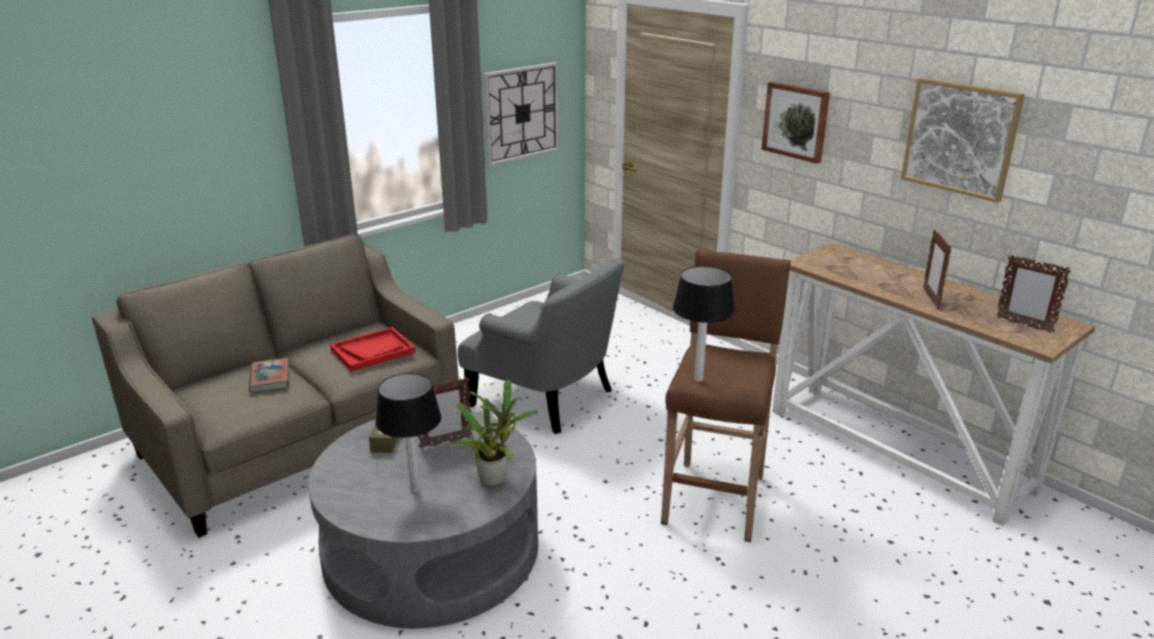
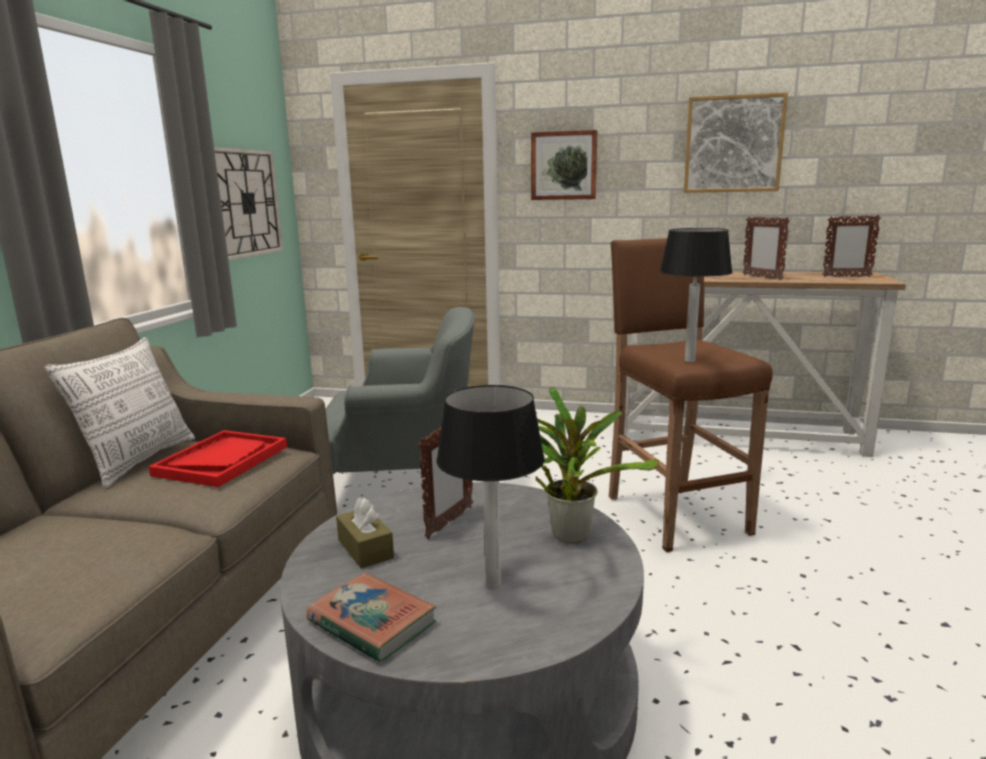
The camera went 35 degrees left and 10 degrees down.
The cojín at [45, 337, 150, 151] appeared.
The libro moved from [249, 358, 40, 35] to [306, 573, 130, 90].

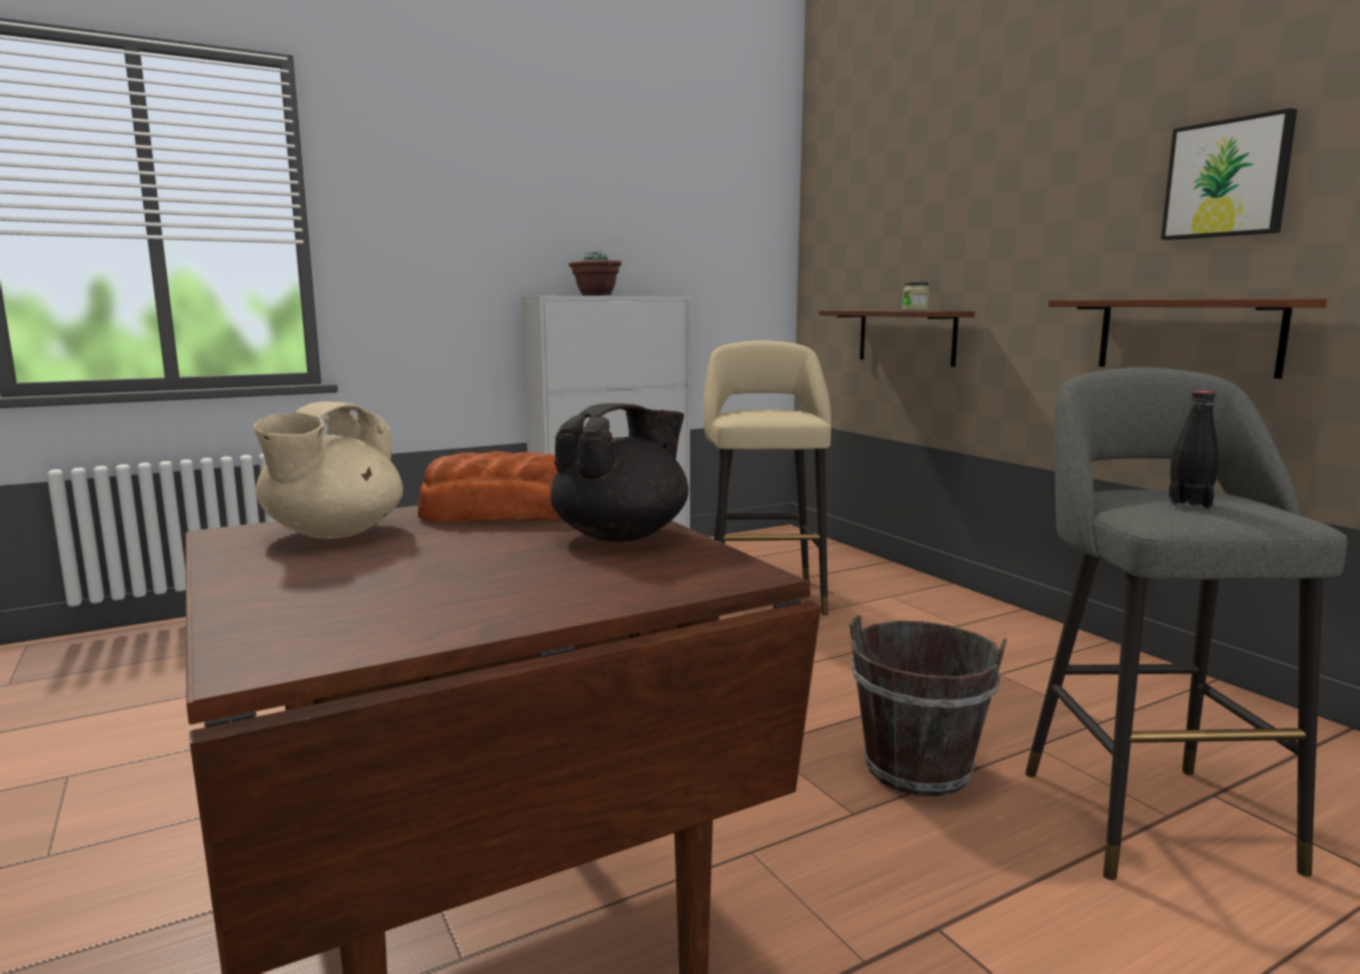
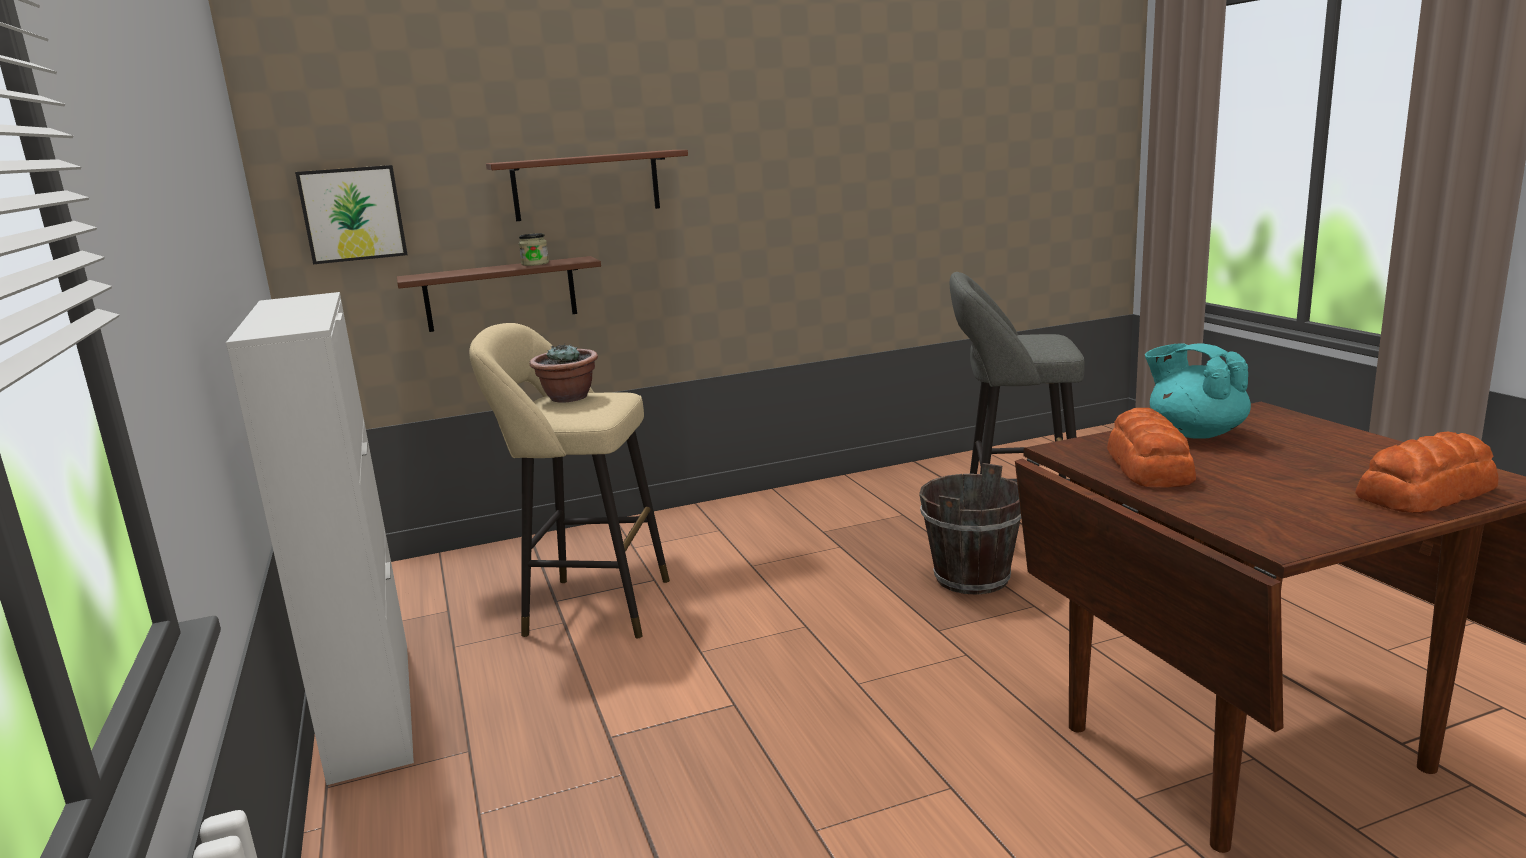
The camera went 80 degrees left and 5 degrees up.
The cuadro moved from [1161, 108, 136, 132] to [295, 165, 112, 99].
The estante (marrón) moved from [1048, 299, 279, 80] to [486, 150, 202, 71].
The planta en maceta moved from [569, 252, 53, 44] to [529, 344, 69, 59].
The tetera (negro) at [550, 403, 139, 139] became the tetera (turquesa) at [1145, 344, 106, 95].
The pan at [1355, 431, 144, 83] appeared.
The tetera (beis) at [254, 401, 149, 138] disappeared.
The botella (negro) at [1169, 391, 50, 118] disappeared.

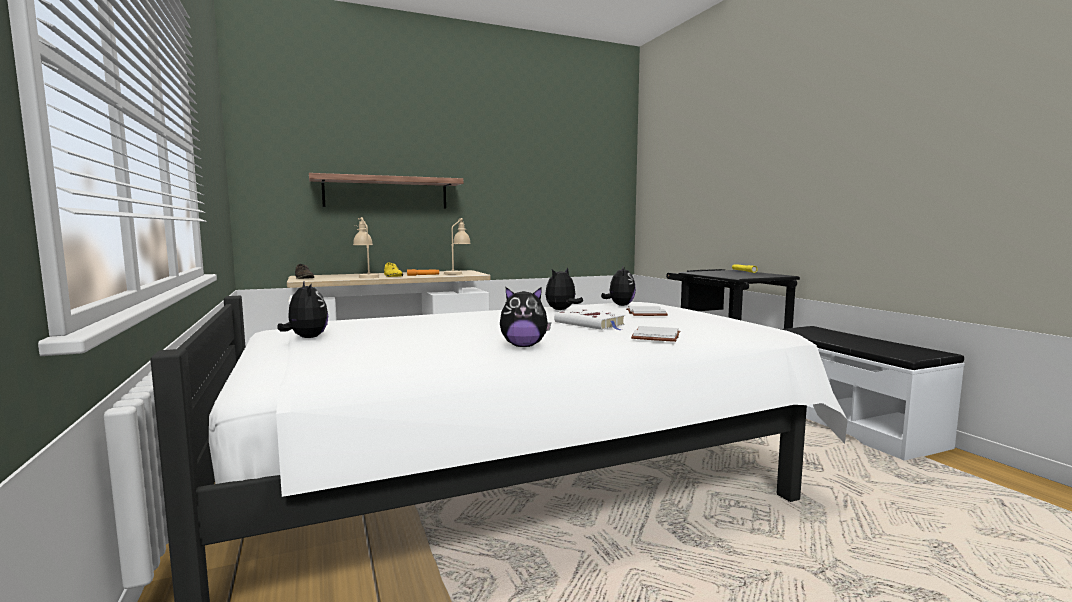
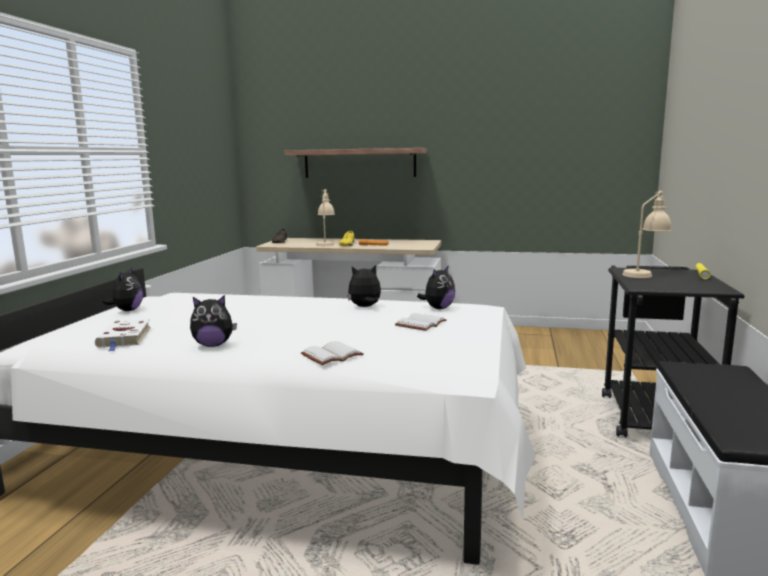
The camera went 35 degrees right and 5 degrees up.
The libro (blanco) moved from [554, 309, 71, 21] to [95, 319, 56, 32].
The peluche at [500, 287, 51, 60] turned 45 degrees counterclockwise.
The lámpara de mesa (beis) moved from [444, 218, 27, 57] to [622, 191, 50, 87].

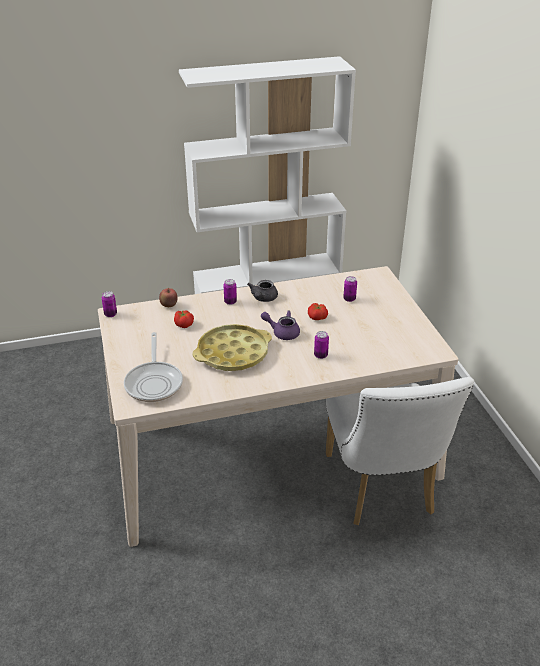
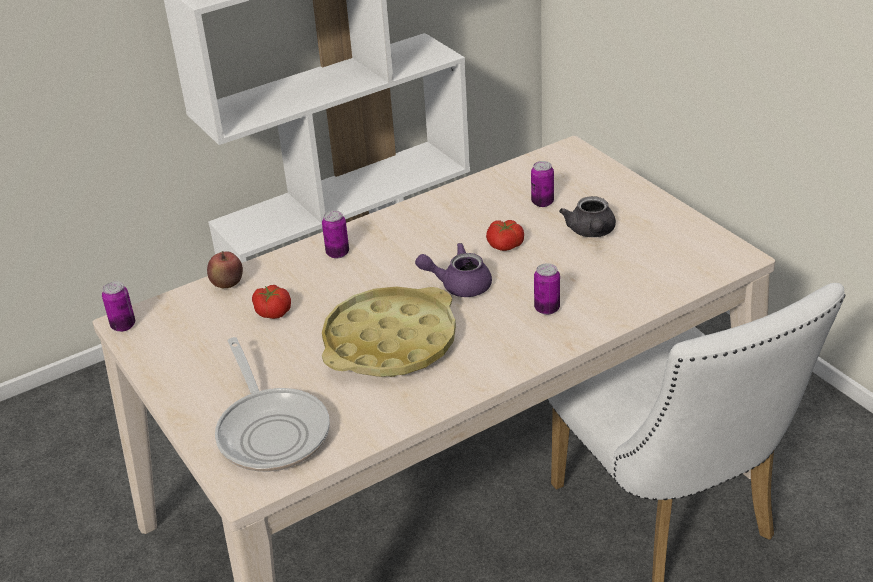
The camera went 15 degrees left and 0 degrees up.
The tetera (gris) moved from [247, 280, 31, 22] to [559, 196, 57, 41].

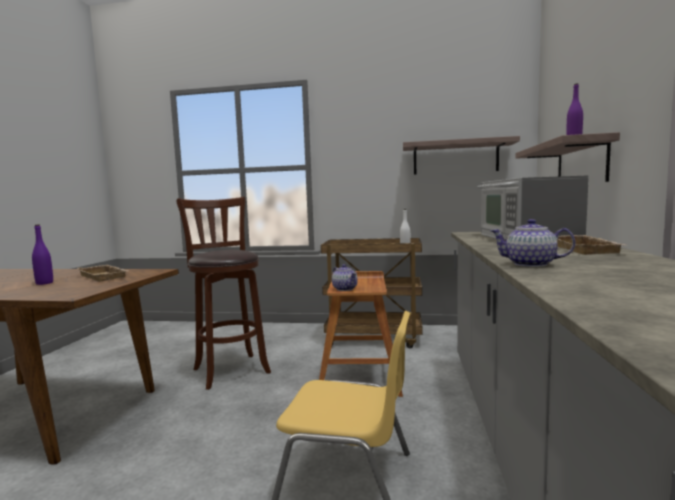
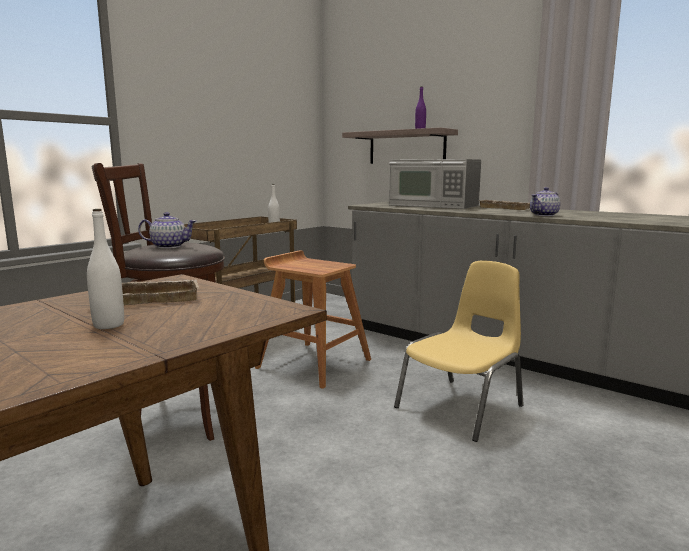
The camera went 60 degrees left and 5 degrees up.
The botella (morado) at [32, 225, 21, 60] became the botella (blanco) at [87, 209, 37, 120].
The tetera moved from [332, 264, 26, 27] to [138, 212, 58, 37].
The estante at [403, 136, 117, 39] disappeared.

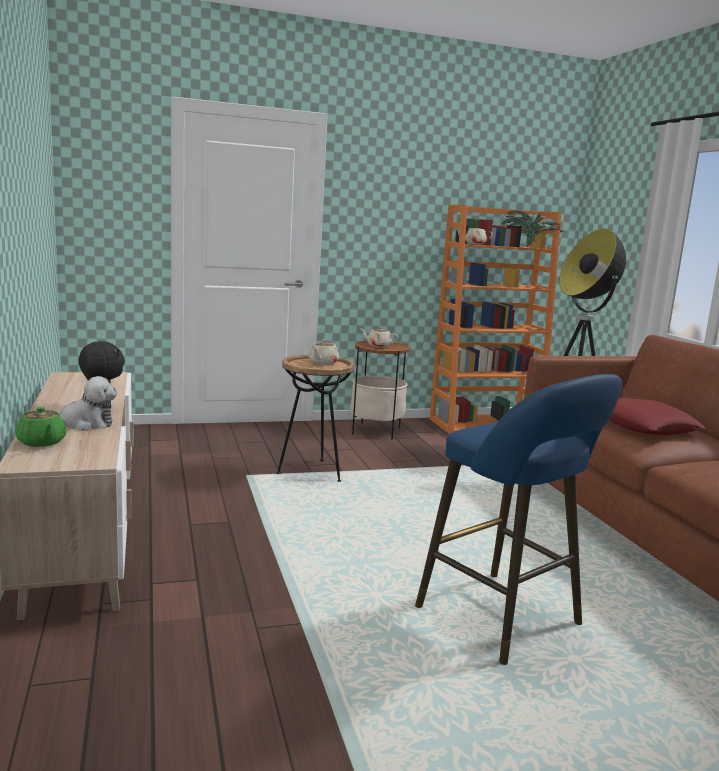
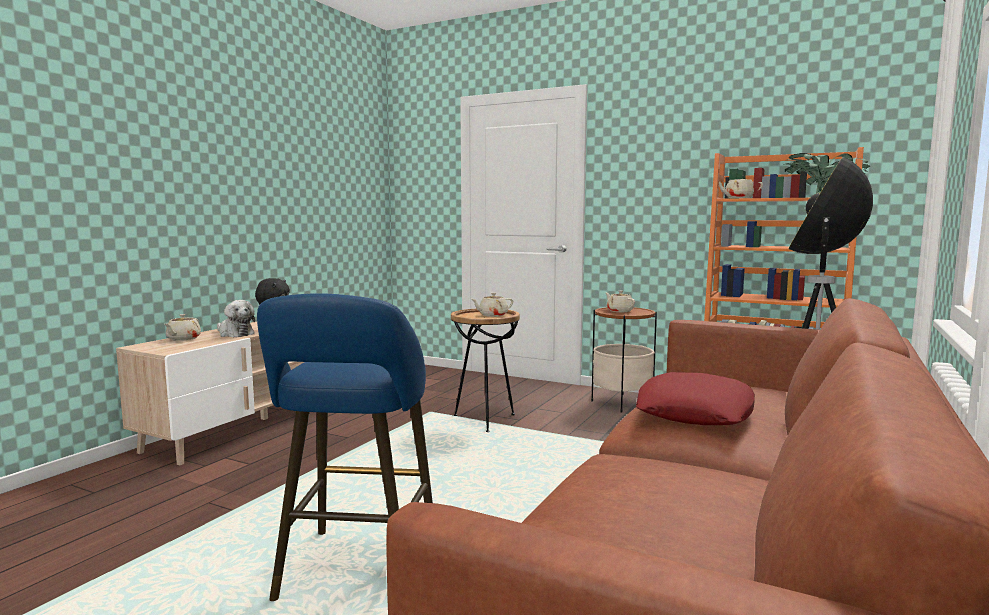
The camera went 45 degrees right and 5 degrees down.
The tetera (verde) at [16, 407, 50, 40] became the tetera (beis) at [165, 314, 36, 27].

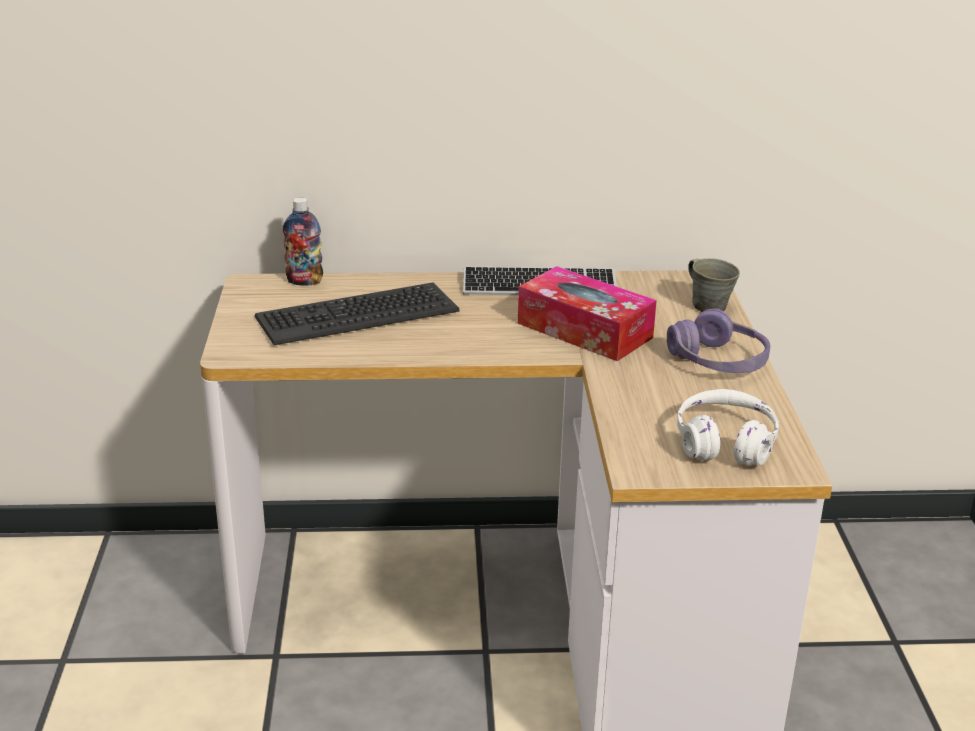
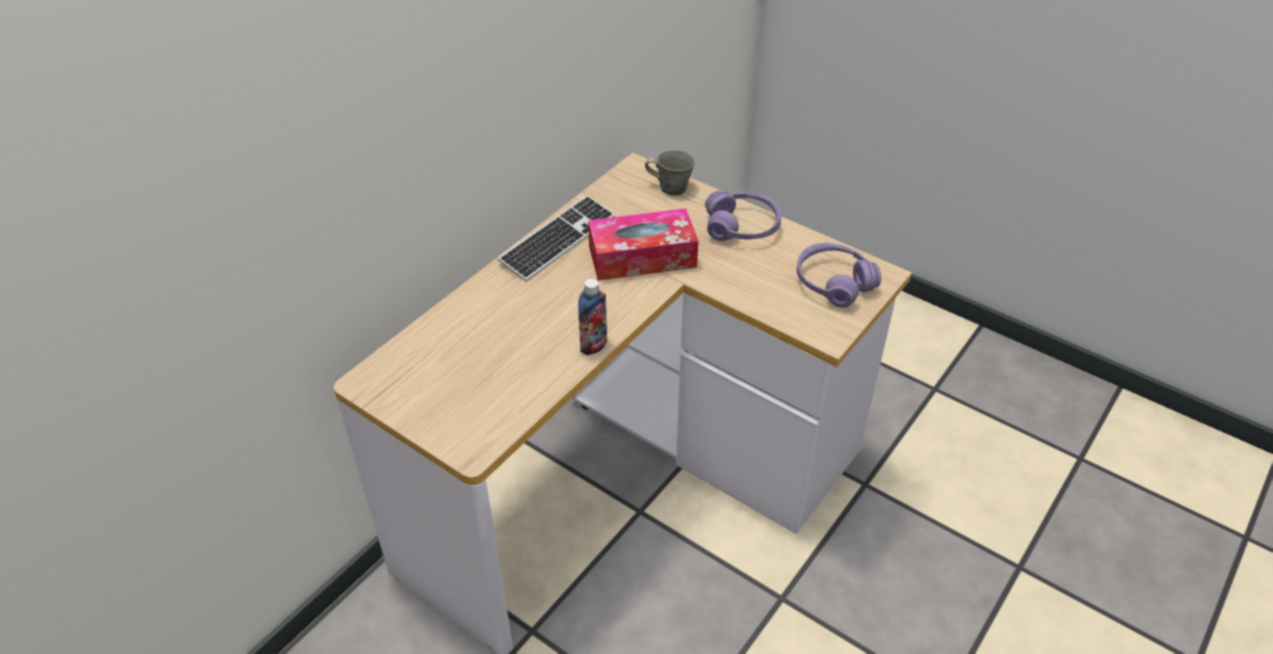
The camera went 50 degrees left and 15 degrees up.
The botella moved from [283, 198, 40, 88] to [578, 279, 29, 76].
The auriculares (blanco) at [677, 389, 102, 77] became the auriculares (morado) at [797, 243, 84, 65].
The teclado at [255, 282, 205, 63] disappeared.

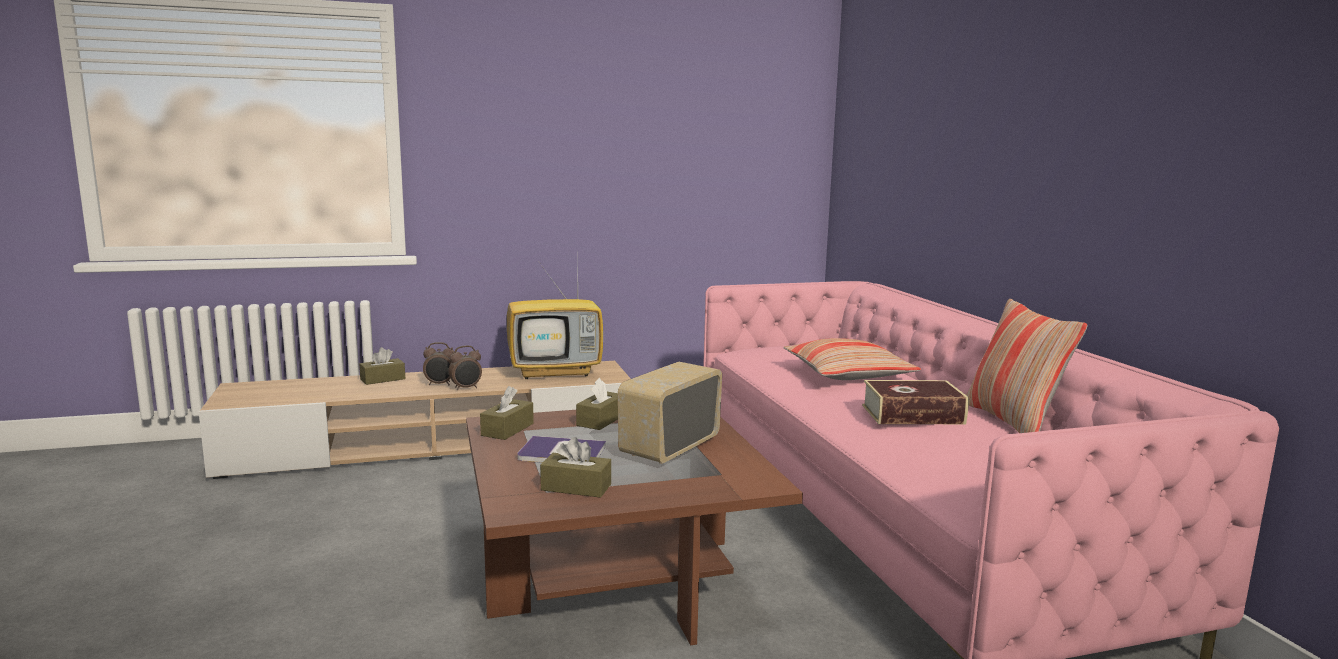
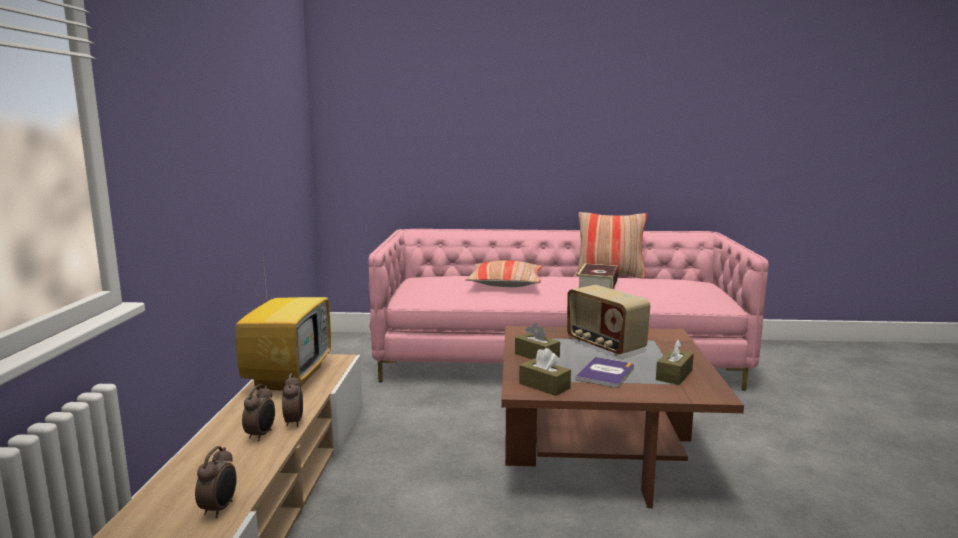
The camera went 70 degrees left and 0 degrees up.
The despertador at [195, 446, 42, 72] appeared.
The caja de pañuelos (marrón) at [359, 347, 46, 38] disappeared.

